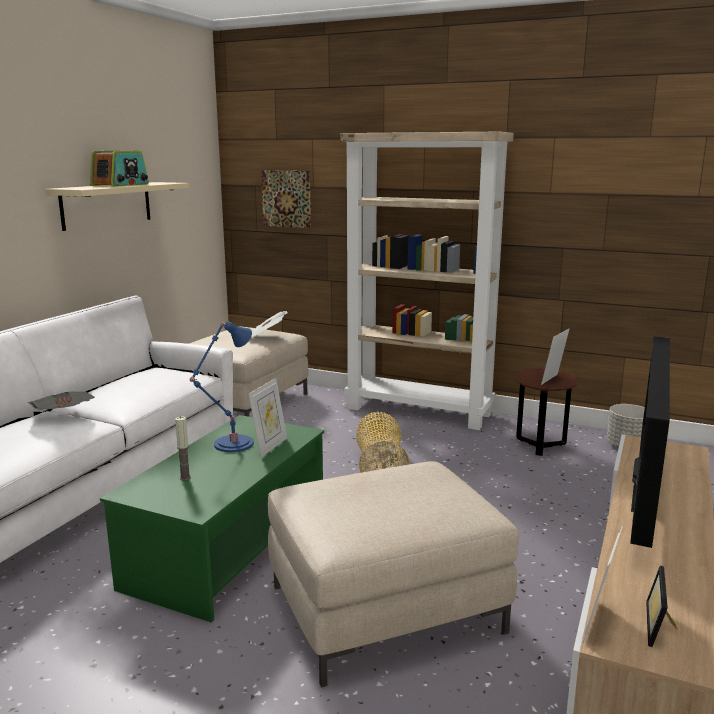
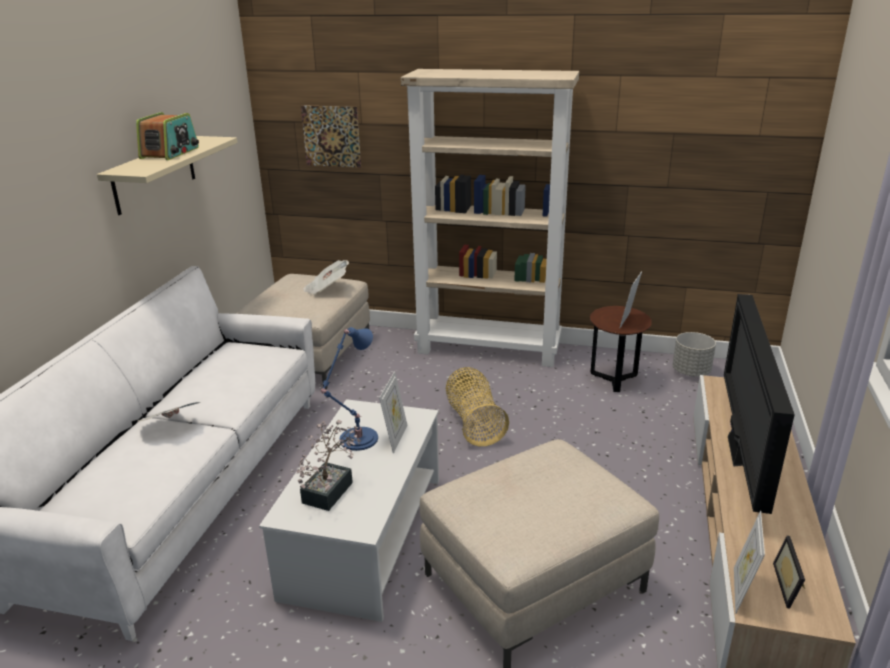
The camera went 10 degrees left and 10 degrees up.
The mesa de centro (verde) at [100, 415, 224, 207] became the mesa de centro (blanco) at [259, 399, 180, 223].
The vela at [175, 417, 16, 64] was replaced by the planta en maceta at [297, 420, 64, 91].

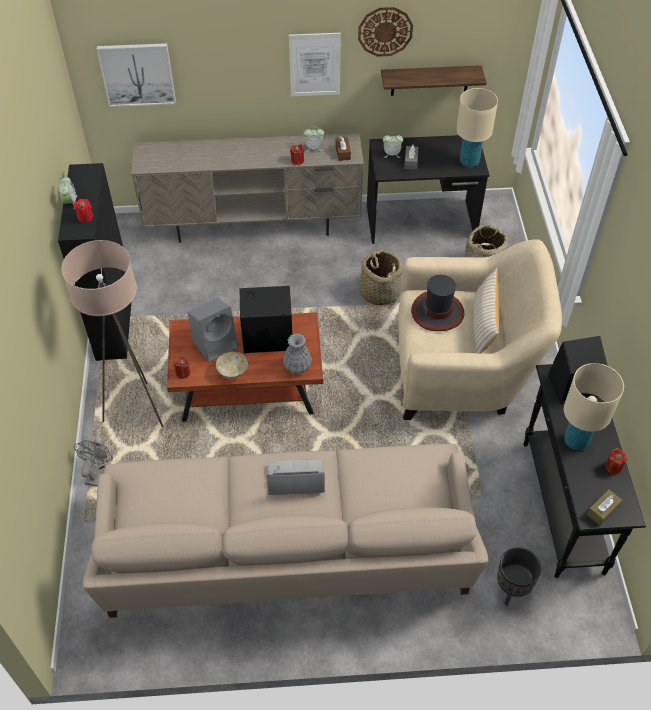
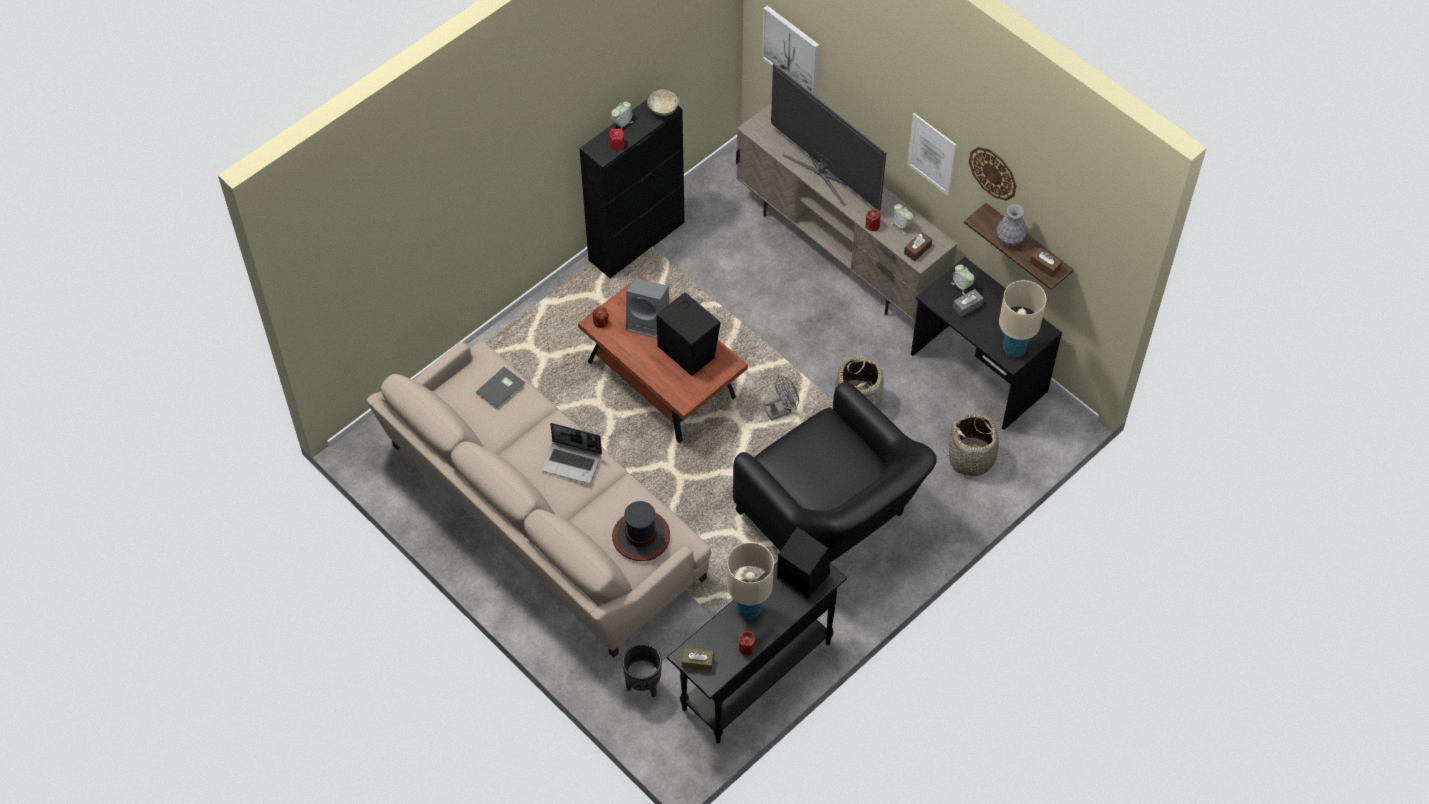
The camera went 50 degrees right and 5 degrees up.
The libro (gris) at [476, 367, 50, 43] appeared.
The portátil at [267, 459, 57, 36] turned 150 degrees clockwise.
The sombrero moved from [411, 275, 53, 56] to [612, 501, 58, 60].
The cuenco moved from [216, 351, 33, 28] to [647, 88, 32, 28].
The sillón (beis) at [398, 239, 164, 181] became the sillón (negro) at [733, 382, 204, 180].
The ventilador (gris) moved from [74, 440, 39, 47] to [764, 375, 35, 46].
The televisor at [771, 63, 116, 147] appeared.
The florero (gris) moved from [283, 333, 29, 42] to [996, 204, 31, 43].
The caja de pañuelos (marrón) at [1030, 247, 32, 31] appeared.
The lámpara de pie (beis) at [61, 240, 103, 187] disappeared.
The cojín (beis) at [473, 268, 26, 85] disappeared.

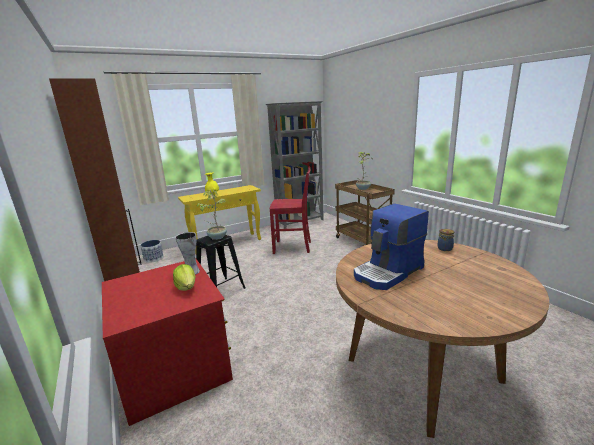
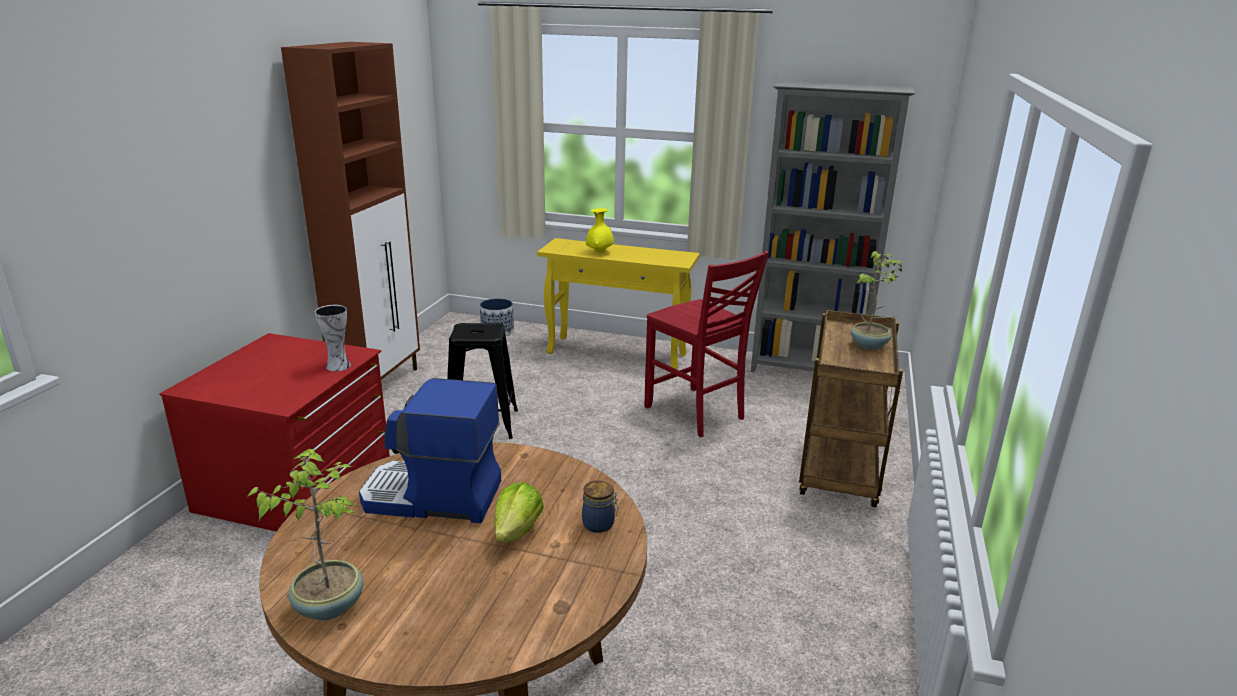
The camera went 45 degrees right and 5 degrees up.
The planta en maceta moved from [197, 190, 30, 50] to [247, 449, 116, 171].
The lechuga moved from [173, 264, 23, 27] to [494, 482, 50, 61].

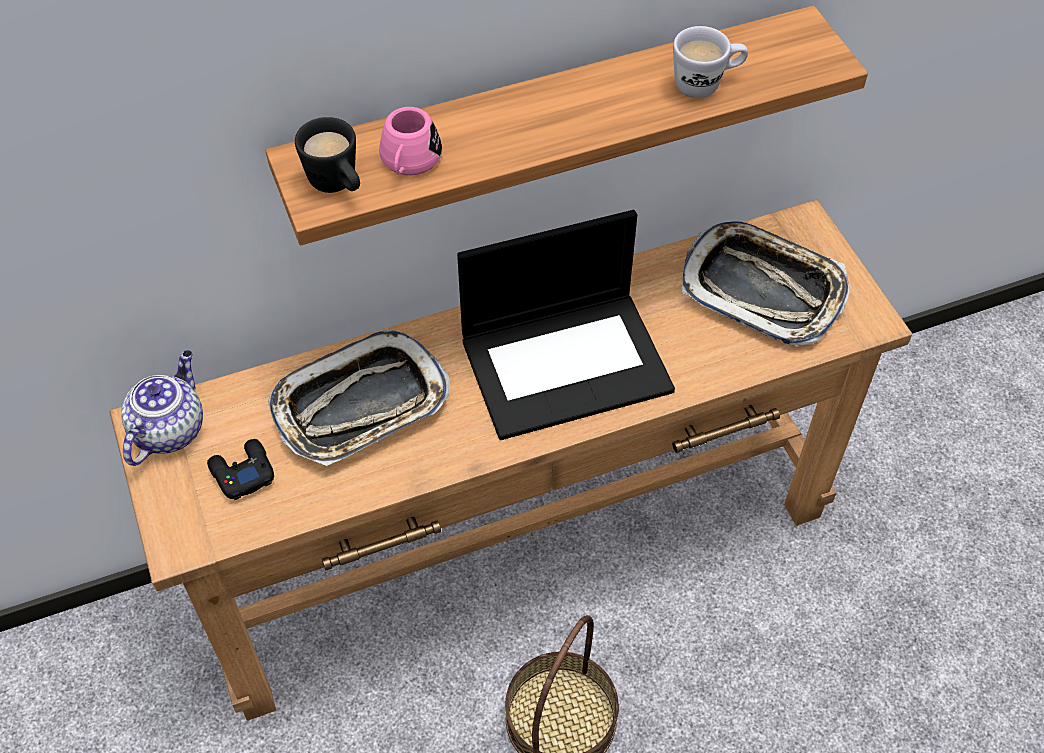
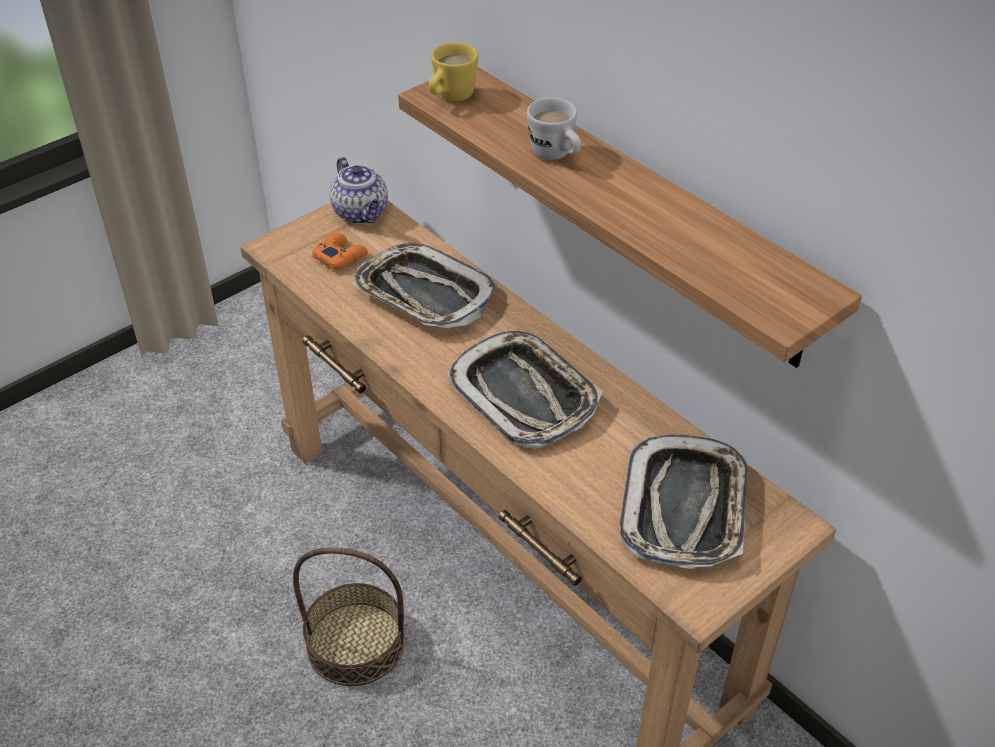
The camera went 70 degrees right and 10 degrees down.
The mando de consola (negro) at [207, 439, 67, 61] became the mando de consola (naranja) at [312, 233, 56, 37].
The tetera at [121, 350, 82, 116] turned 60 degrees clockwise.
The taza grande (negro) at [295, 117, 65, 76] became the taza grande (amarillo) at [429, 42, 50, 59].
The portátil at [457, 210, 218, 230] was replaced by the bandeja at [446, 331, 156, 117].
The taza grande (blanco) moved from [673, 26, 75, 72] to [527, 98, 54, 62].
The taza grande (rosa) at [379, 107, 63, 68] disappeared.

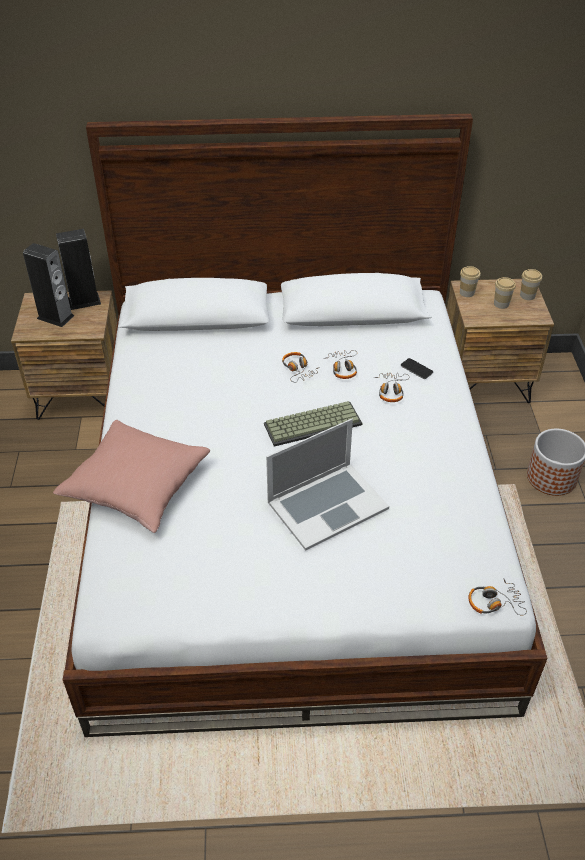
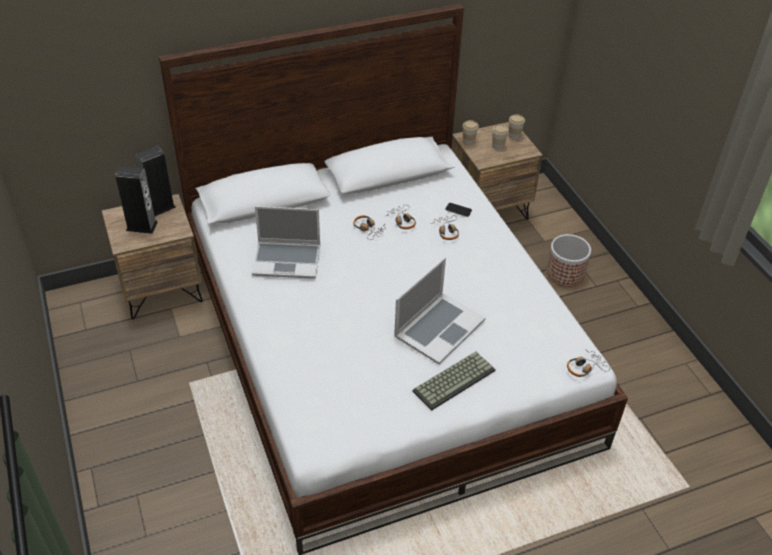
The camera went 20 degrees left and 0 degrees up.
The portátil at [252, 206, 68, 73] appeared.
The teclado moved from [264, 401, 98, 46] to [413, 351, 83, 60].
The cojín (rosa) at [53, 420, 157, 113] disappeared.

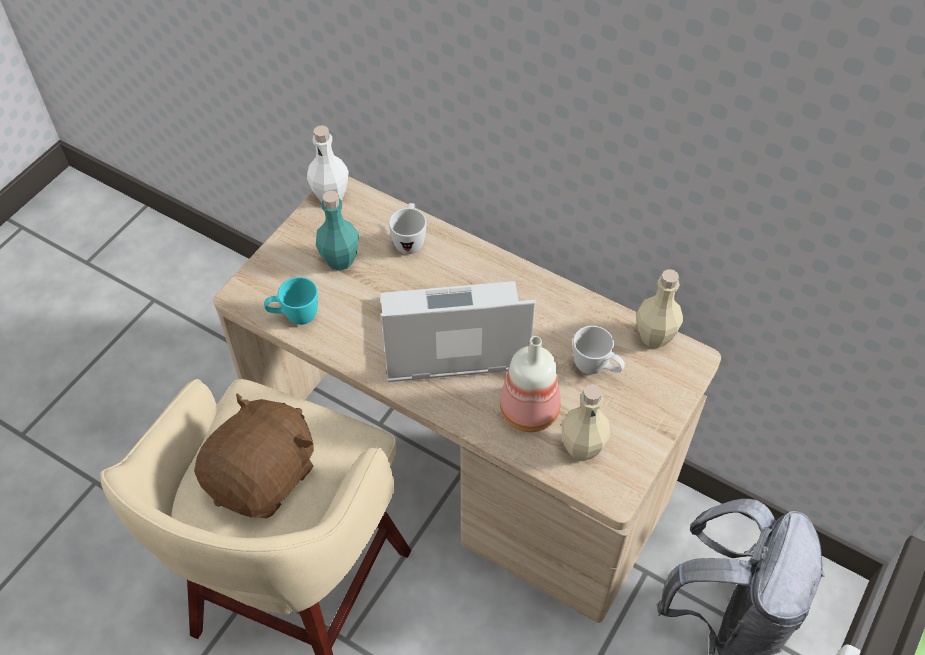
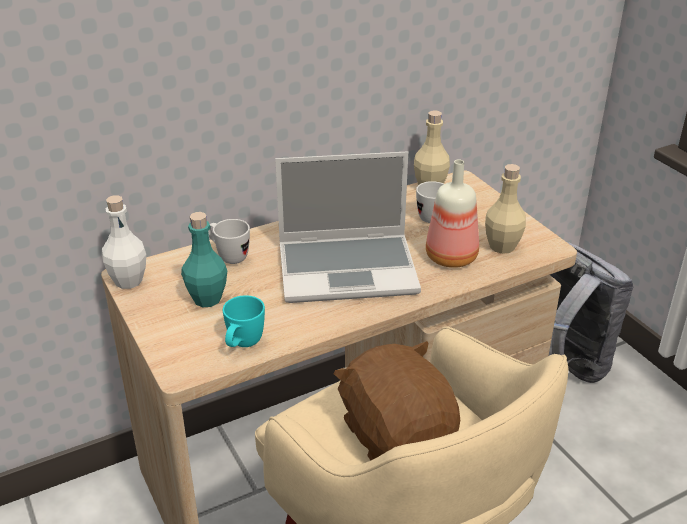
The camera went 60 degrees left and 20 degrees down.
The portátil at [381, 281, 155, 101] turned 120 degrees counterclockwise.

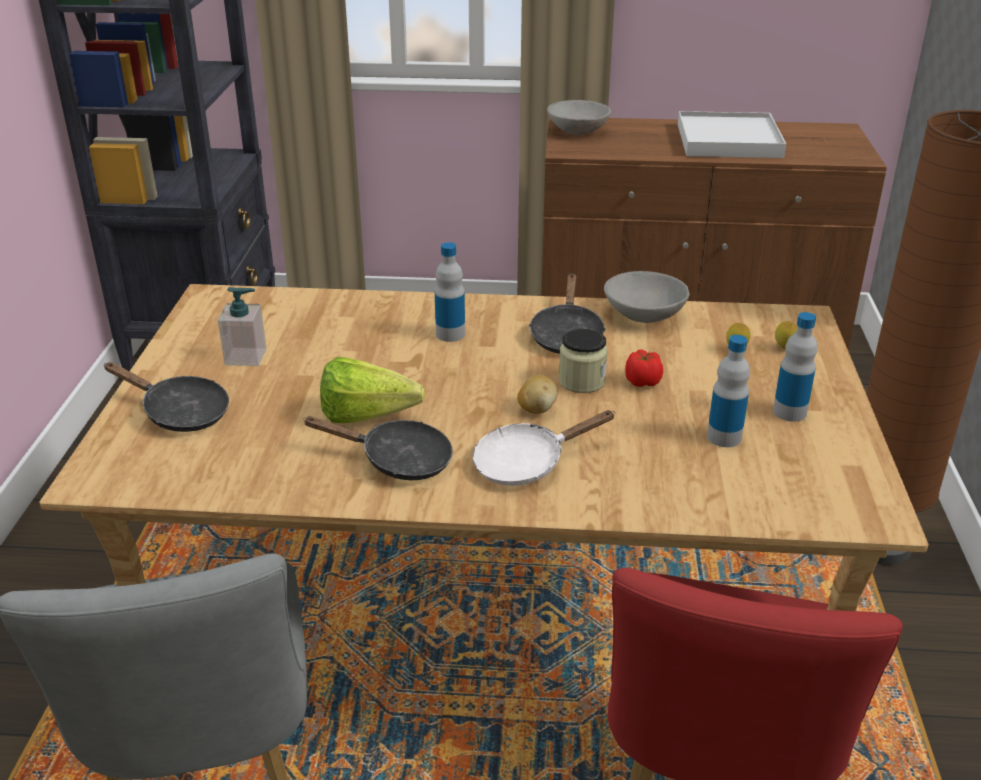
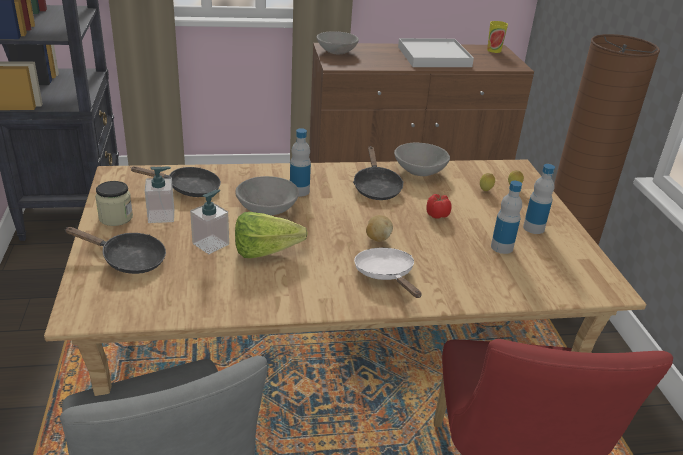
The camera went 15 degrees left and 0 degrees up.
The tarro moved from [559, 329, 49, 64] to [95, 181, 38, 45].
The sartén (negro) moved from [303, 416, 150, 64] to [130, 166, 91, 31].
The dispensador de jabón at [190, 189, 39, 65] appeared.
The cuenco (gris) at [236, 176, 63, 40] appeared.
The sartén (blanco) at [472, 410, 143, 76] turned 105 degrees clockwise.
The taza at [487, 21, 21, 32] appeared.

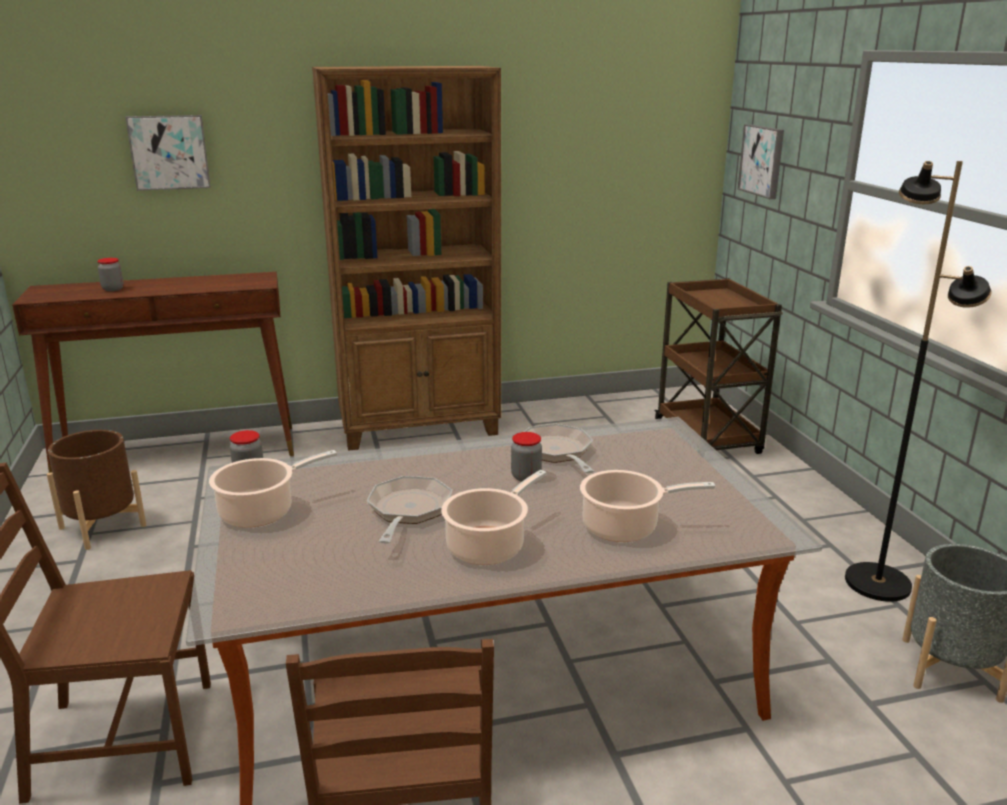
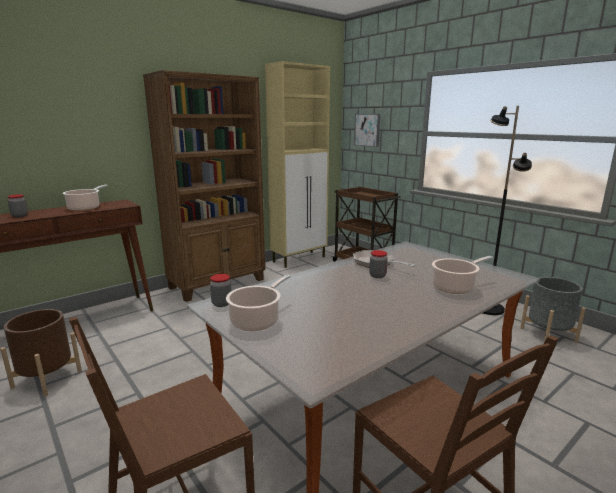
The camera went 25 degrees left and 5 degrees down.
The olla moved from [441, 470, 106, 95] to [62, 185, 46, 26].
The armario (beis) at [265, 61, 65, 207] appeared.
The cuadro at [125, 115, 86, 76] disappeared.
The sartén at [367, 476, 85, 68] disappeared.

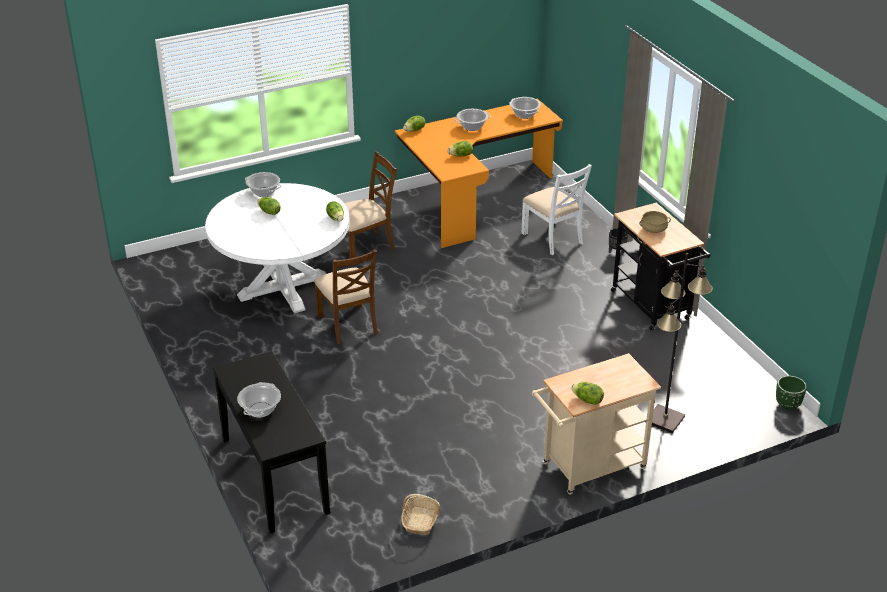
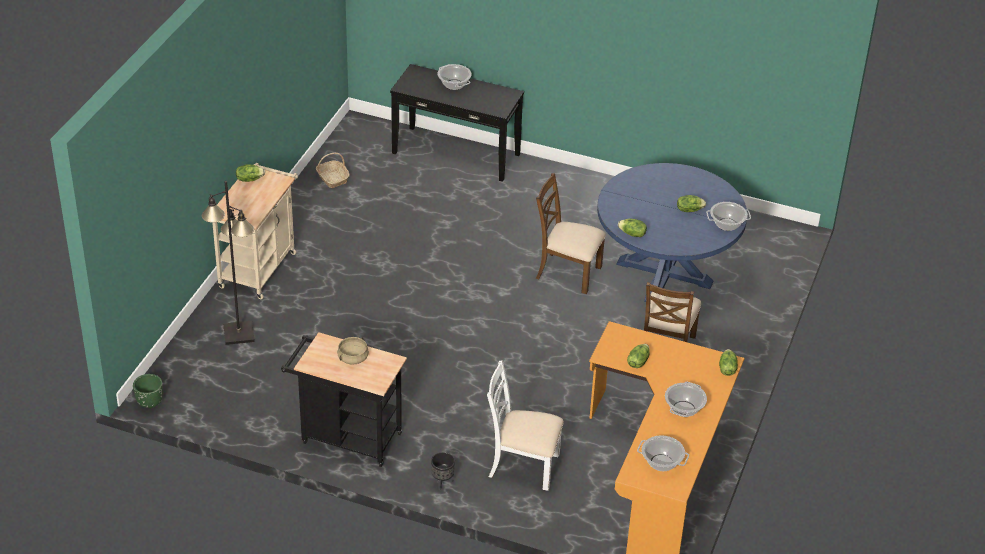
The camera went 135 degrees right and 5 degrees up.
The mesa de comedor (blanco) at [205, 183, 145, 130] became the mesa de comedor (azul) at [597, 163, 150, 139].

